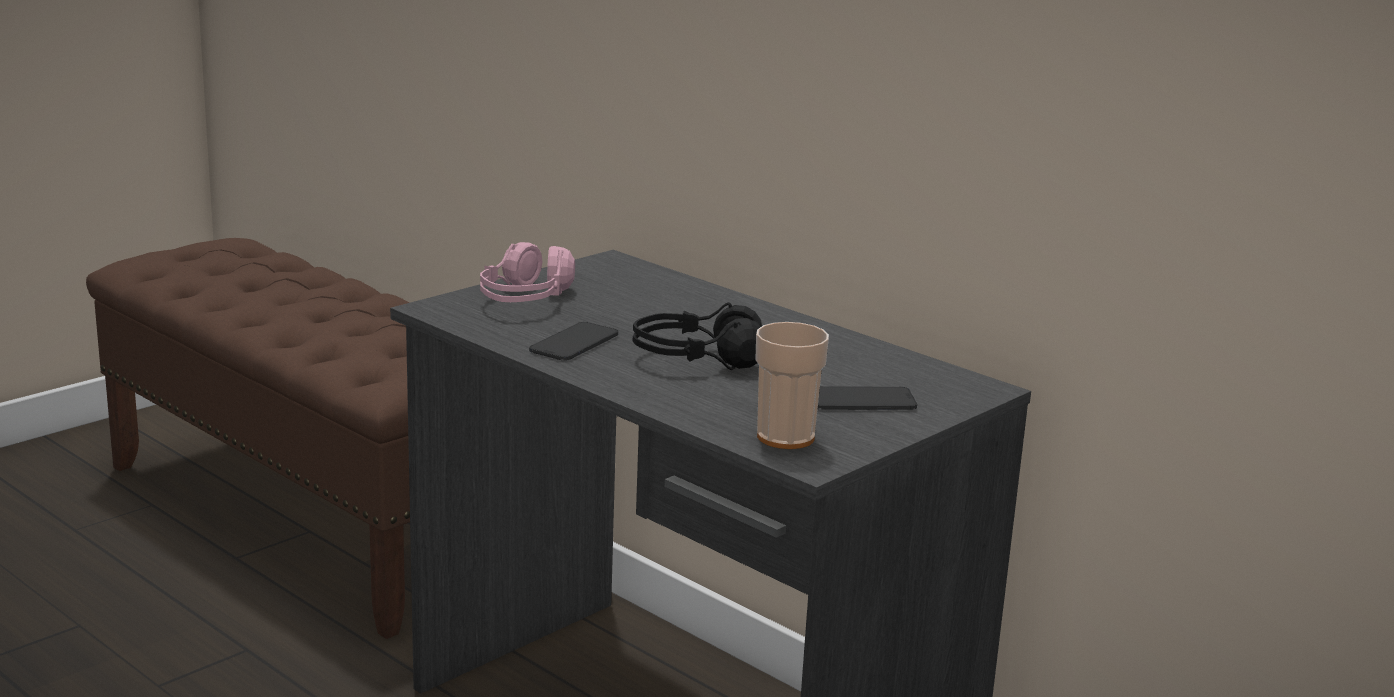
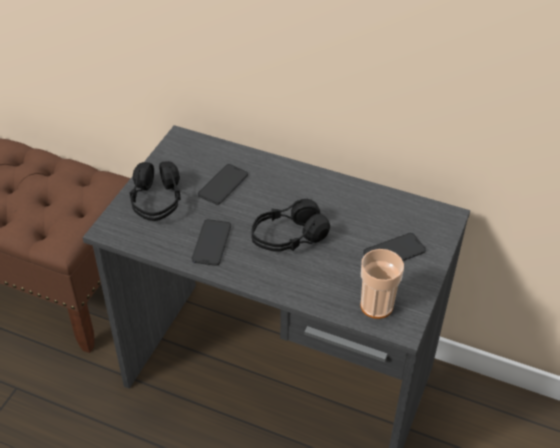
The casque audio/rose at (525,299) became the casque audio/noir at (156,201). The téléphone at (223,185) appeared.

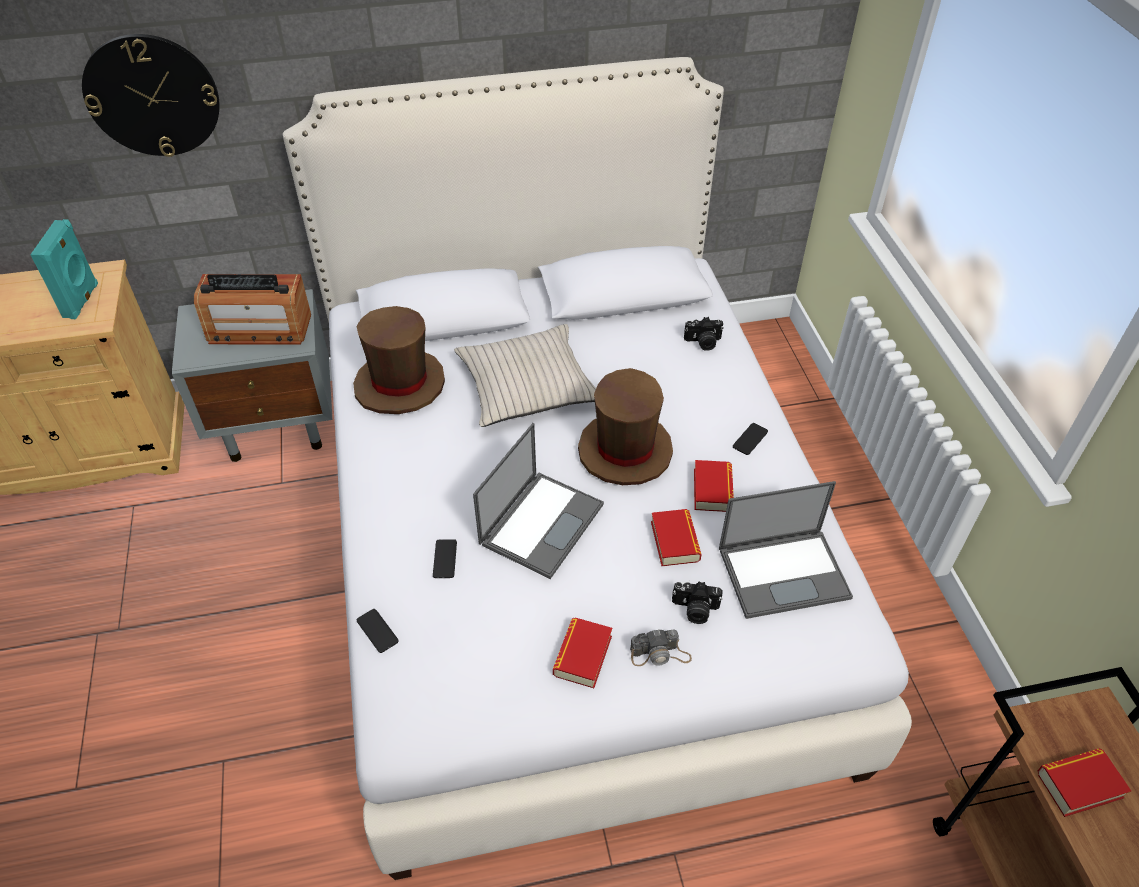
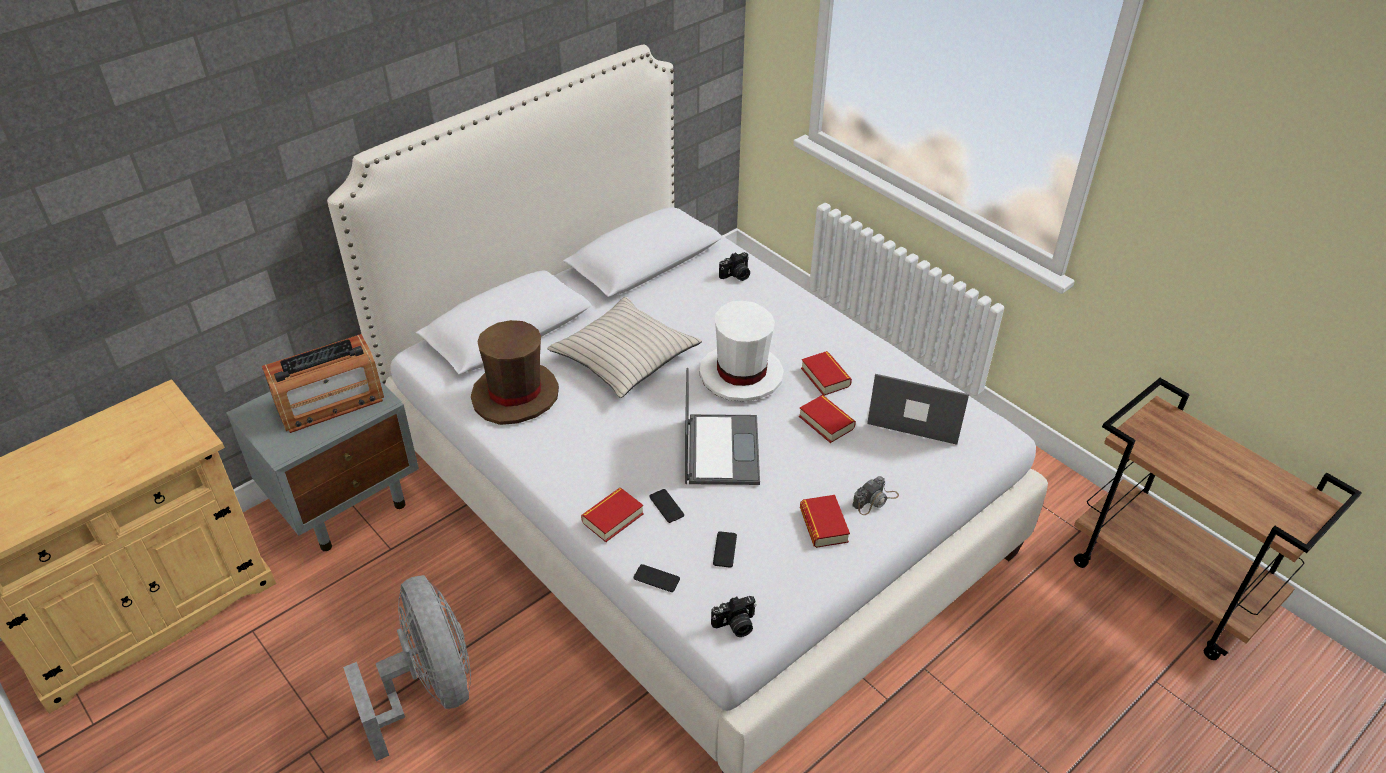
The enceinte/turquoise at (82,301) disappeared. The horloge murale at (152,96) disappeared. The chapeau/marron at (624,451) became the chapeau/blanc at (740,375). The appareil photo moved from (695,610) to (735,625). The ordinateur portable at (785,572) turned 120 degrees counterclockwise. The téléphone moved from (750,439) to (725,550). The livre moved from (1079,785) to (612,518). The ventilateur/gris at (429,690) appeared.

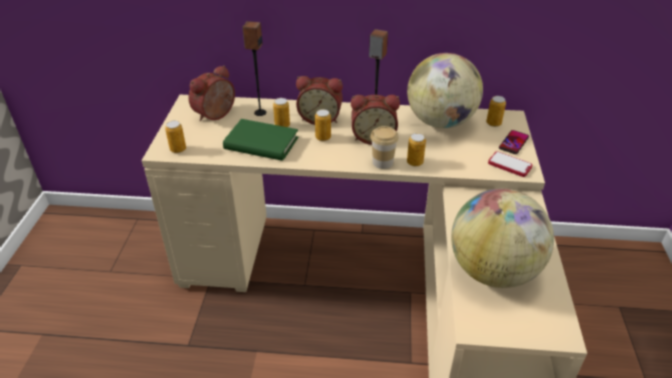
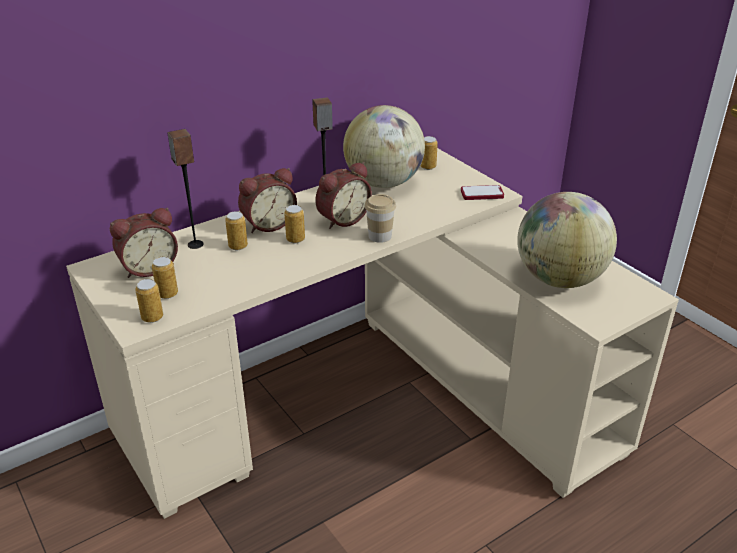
The réveil at (216,115) turned 120 degrees counterclockwise. The livre/vert at (261,143) disappeared. The boîte métallique moved from (414,162) to (167,294). The téléphone at (513,143) disappeared.

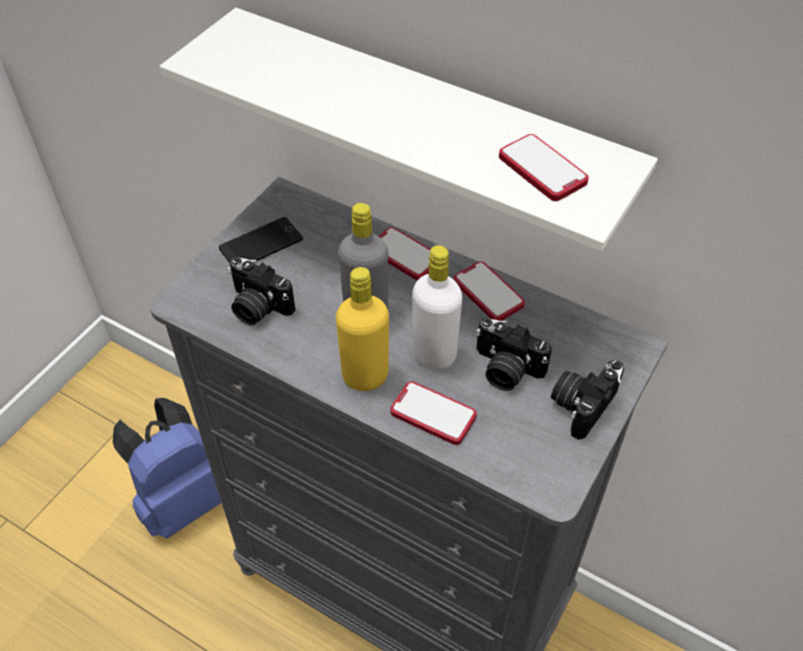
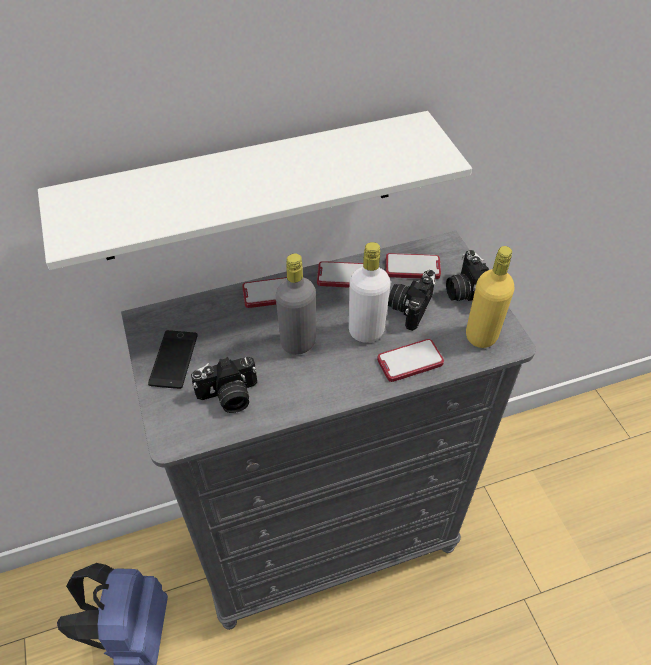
The bouteille/jaune moved from (365,376) to (481,336). The appareil photo at (505,370) turned 135 degrees clockwise. The téléphone moved from (542,169) to (412,267).

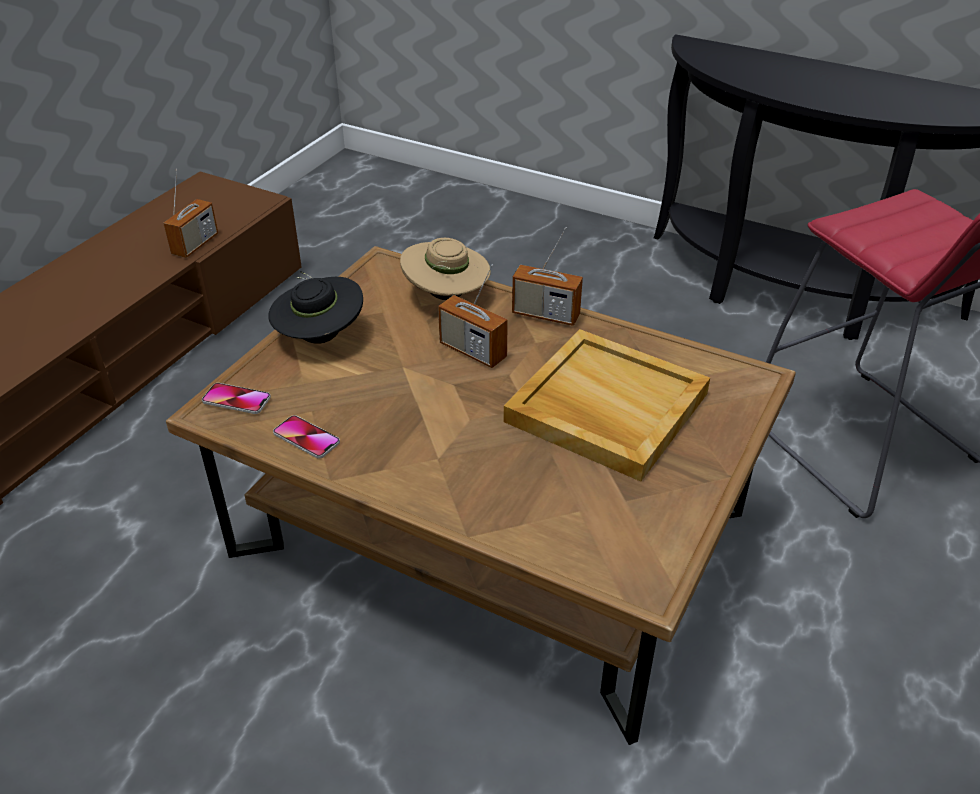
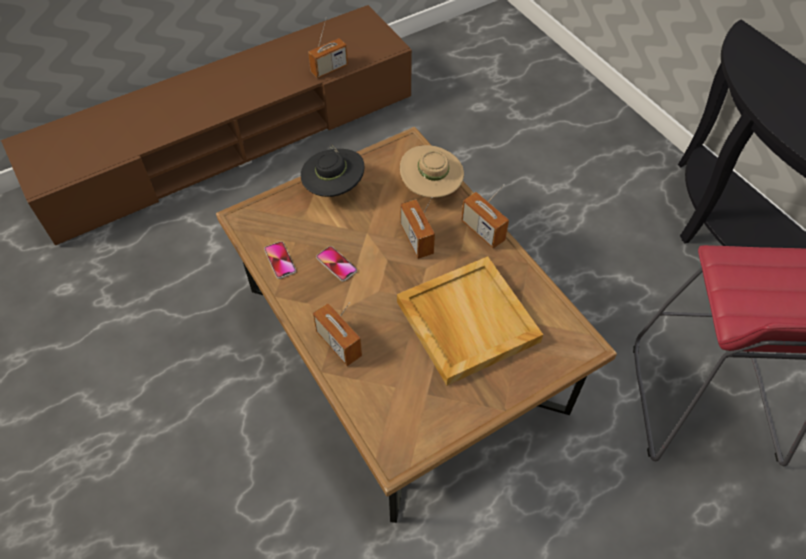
The téléphone moved from (236,400) to (336,264). The radio at (338,344) appeared.

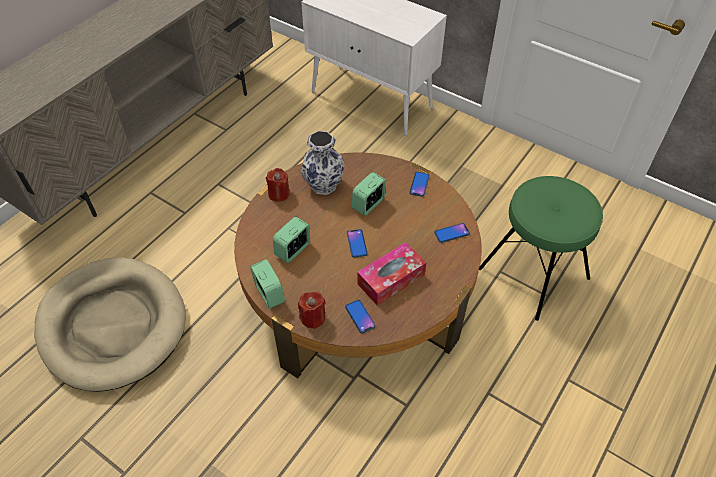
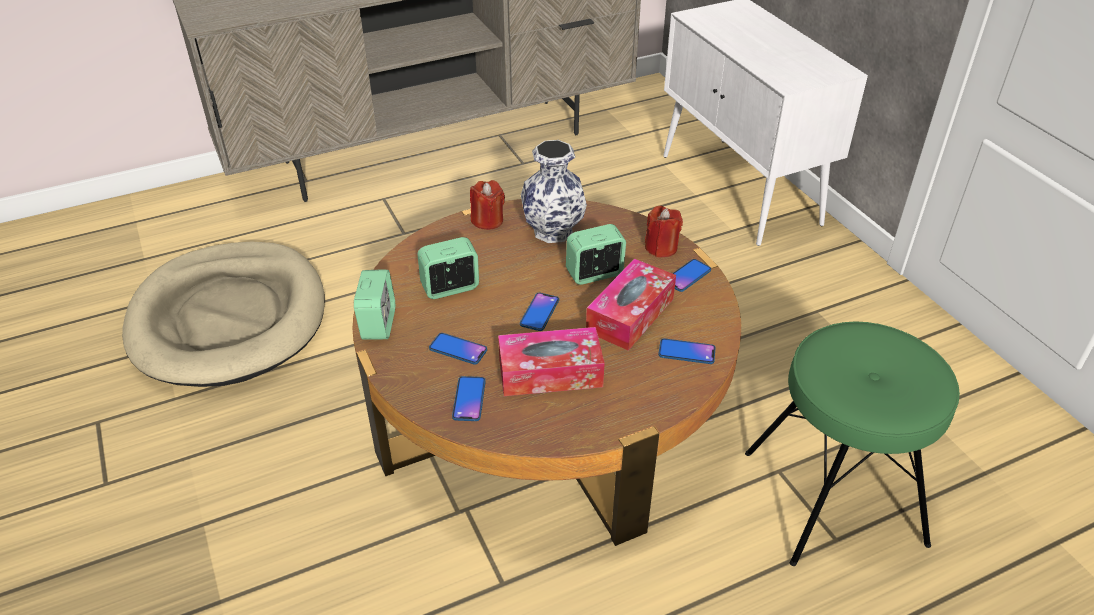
The bougie/rouge moved from (313,318) to (661,248). The téléphone at (458,349) appeared. The boîte à mouchoirs at (630,315) appeared.

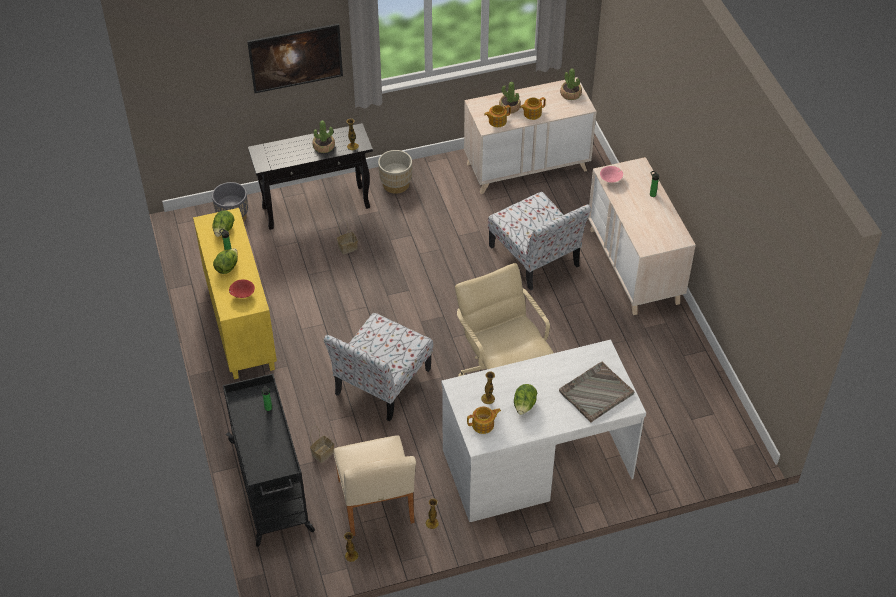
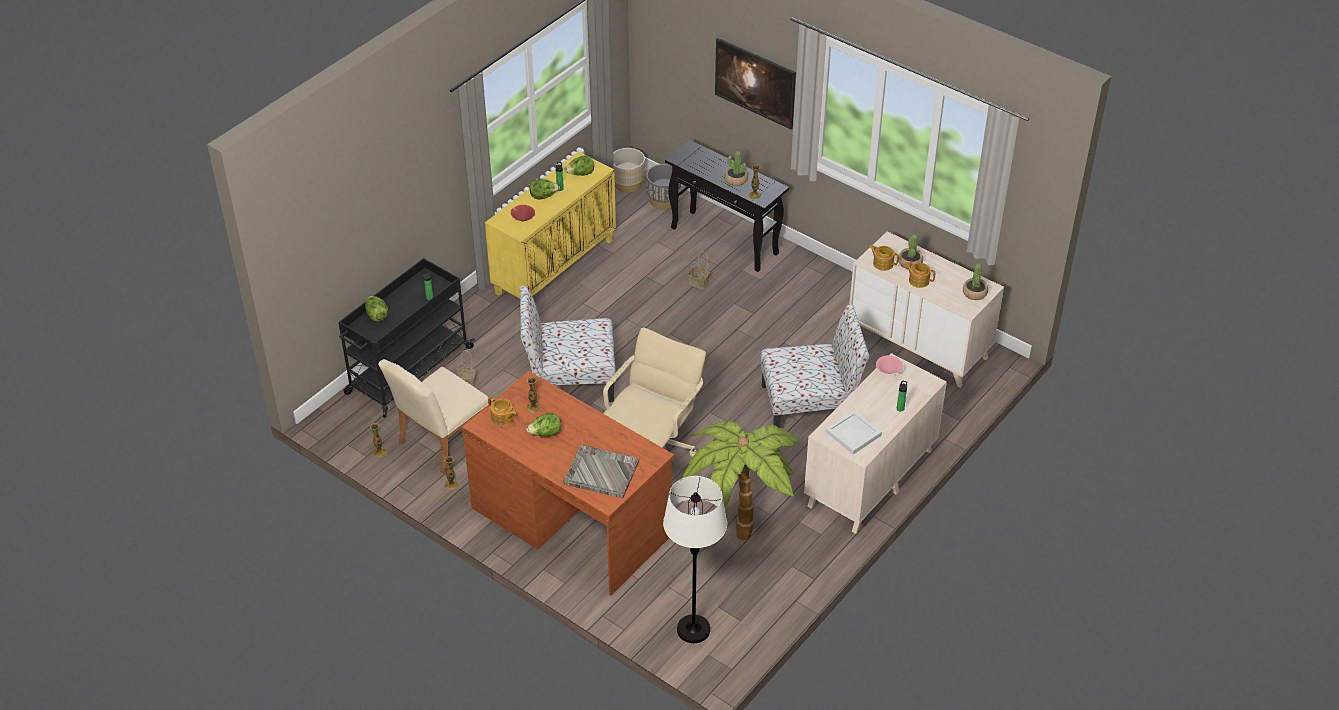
The cache-pot/beige moved from (396,184) to (628,184). The bureau/blanc at (536,463) became the bureau/marron at (571,520). The chaise at (535,257) turned 120 degrees counterclockwise. The laitue at (376,315) appeared. The lampadaire/blanc at (693,630) appeared. The plante en pot at (739,529) appeared. The plateau/blanc at (854,434) appeared.

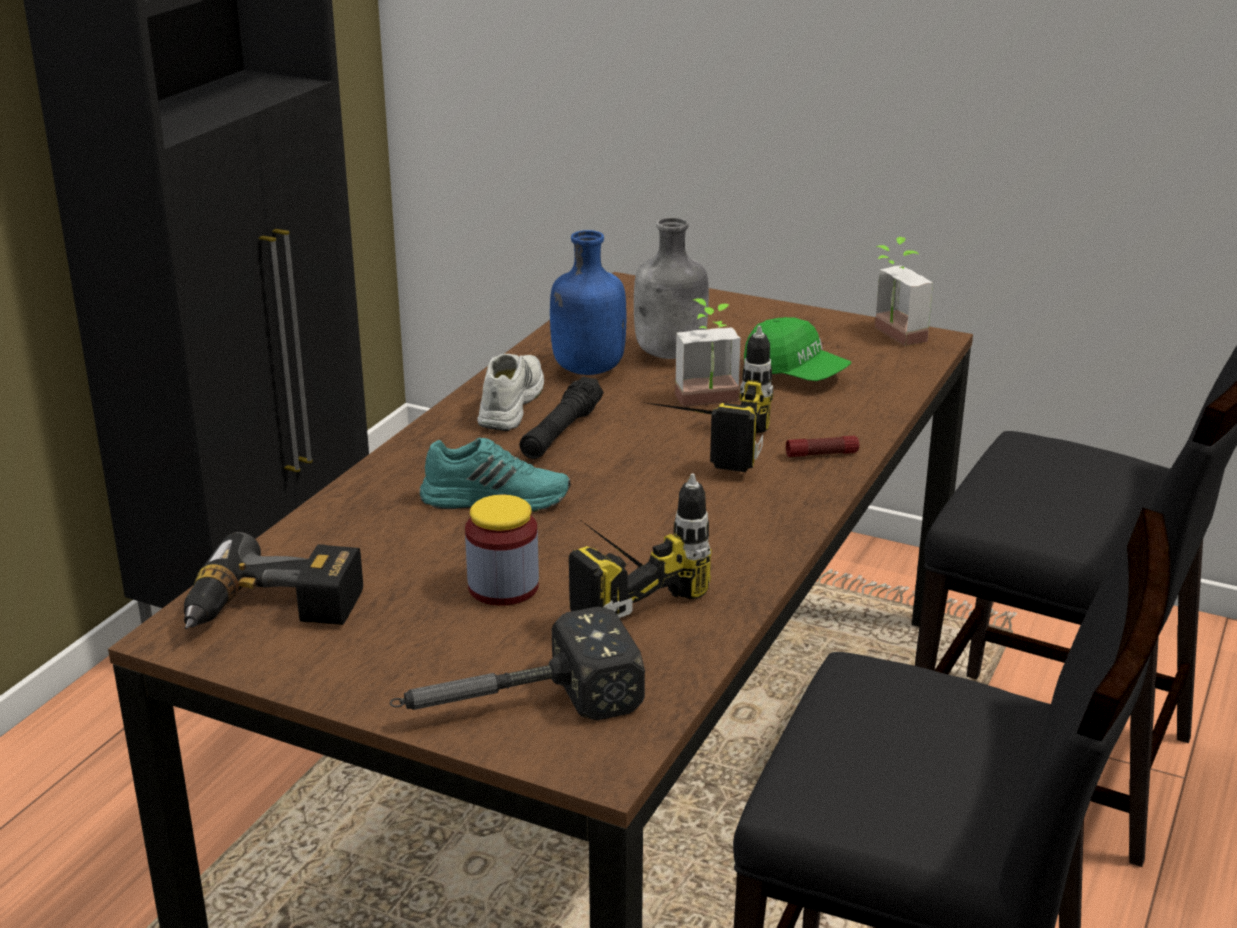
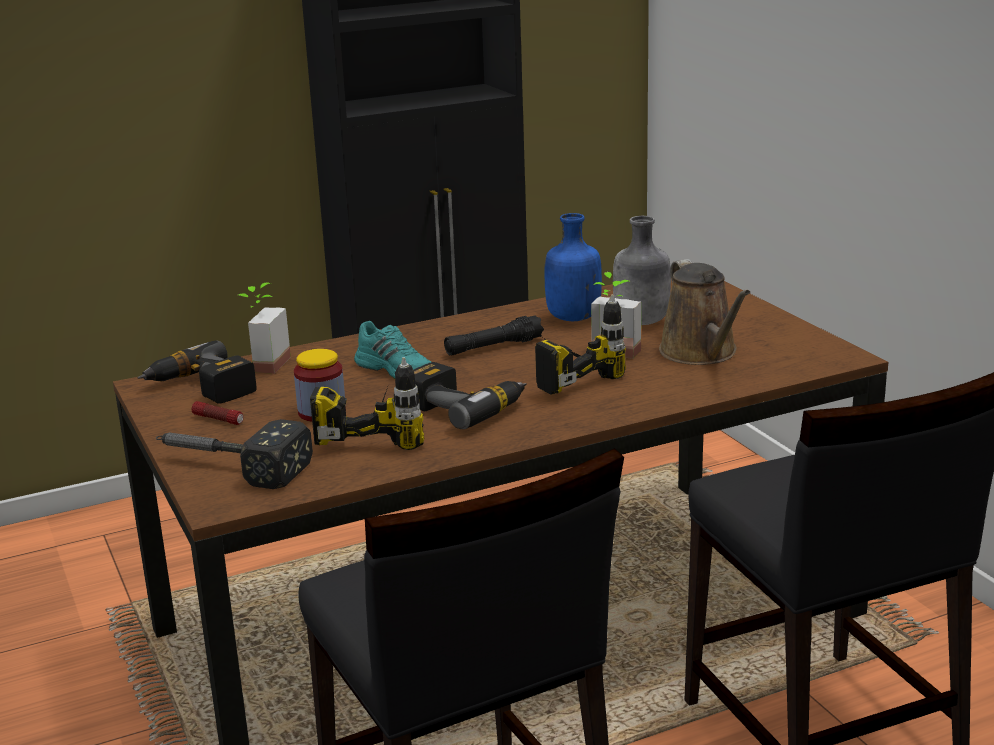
The chaussure/blanc at (509,403) disappeared. The casquette/vert at (795,374) was replaced by the arrosoir/marron at (701,353). The lampe de poche moved from (822,454) to (218,419). The plante en pot moved from (891,336) to (263,364). The perceuse at (465,407) appeared.

